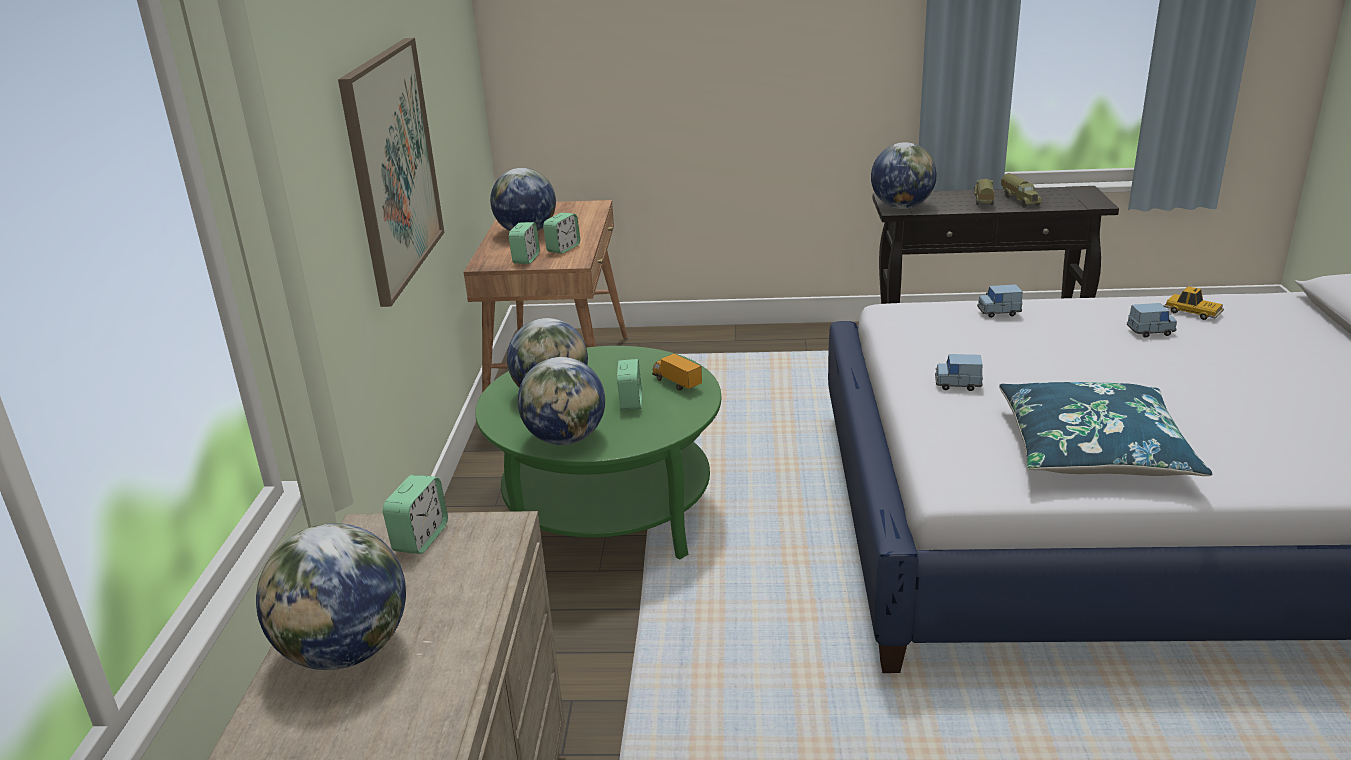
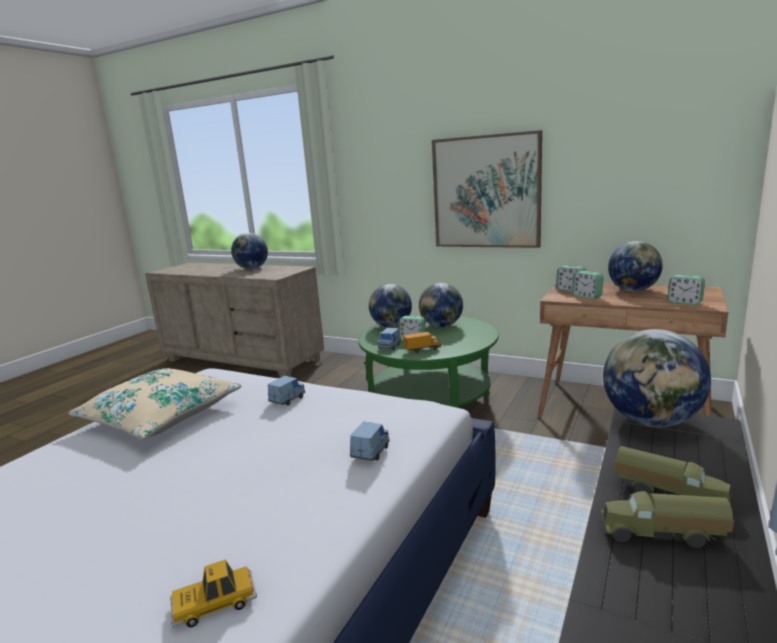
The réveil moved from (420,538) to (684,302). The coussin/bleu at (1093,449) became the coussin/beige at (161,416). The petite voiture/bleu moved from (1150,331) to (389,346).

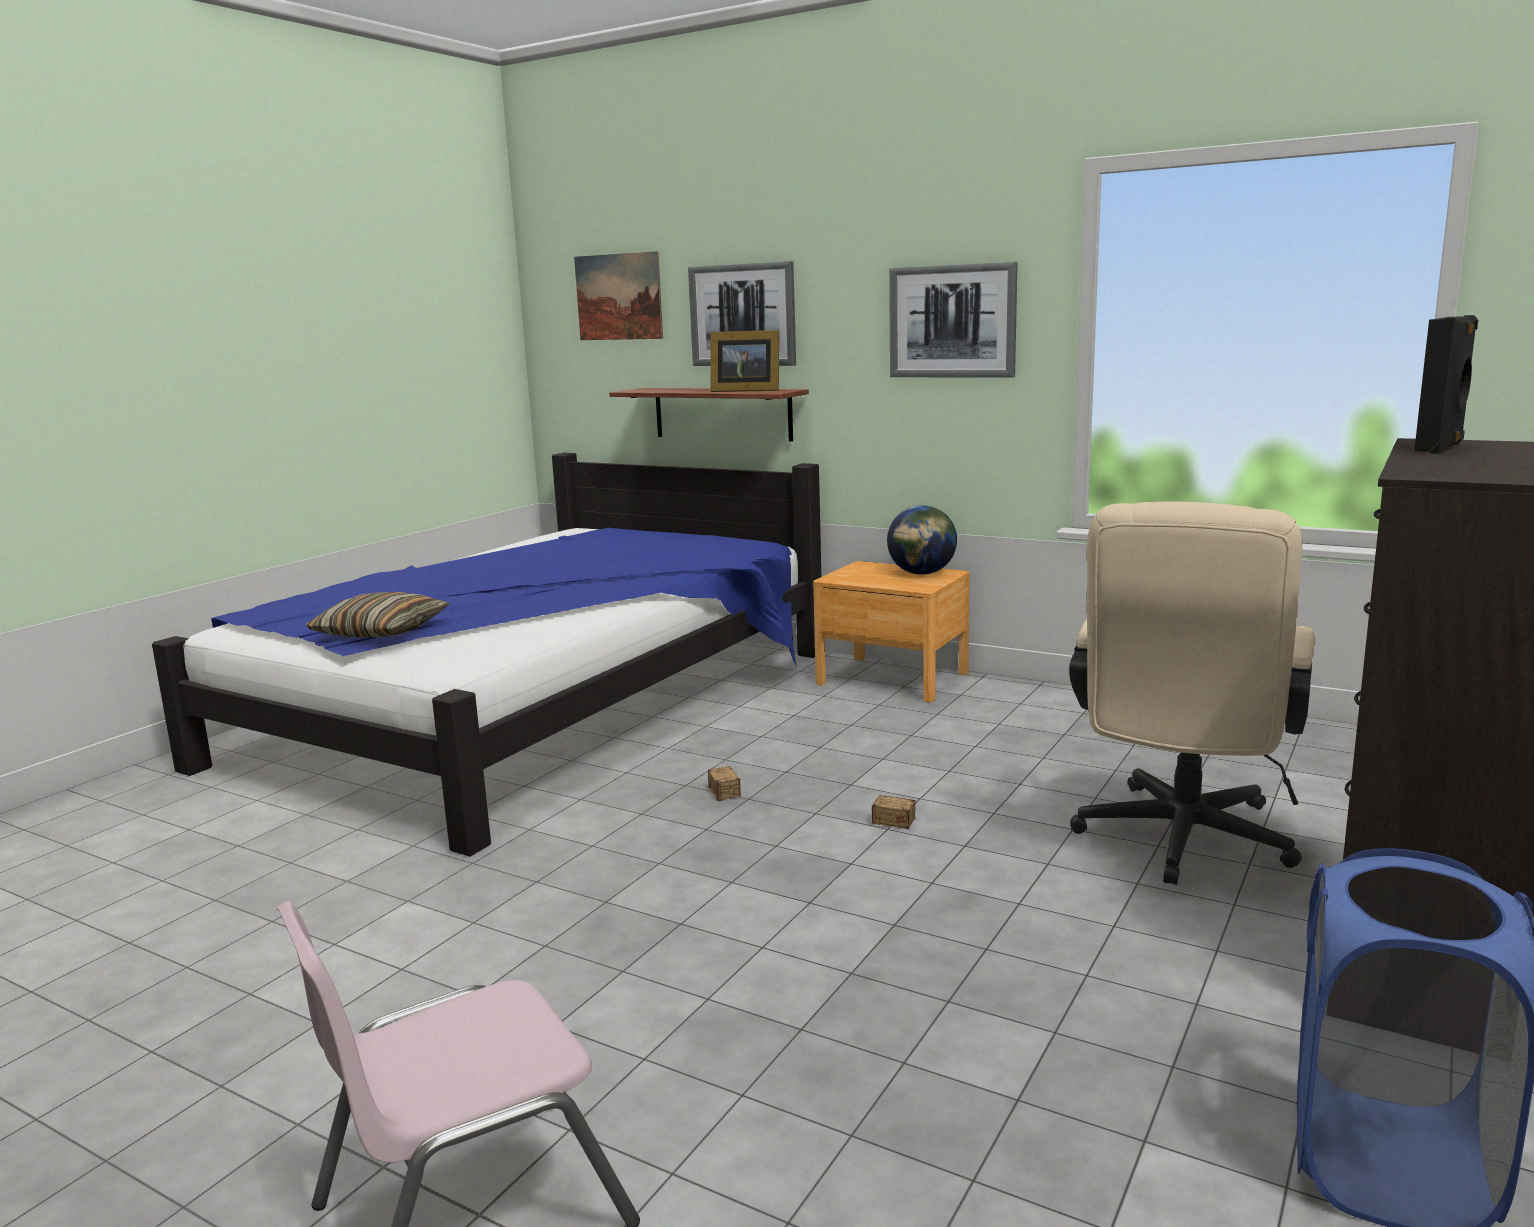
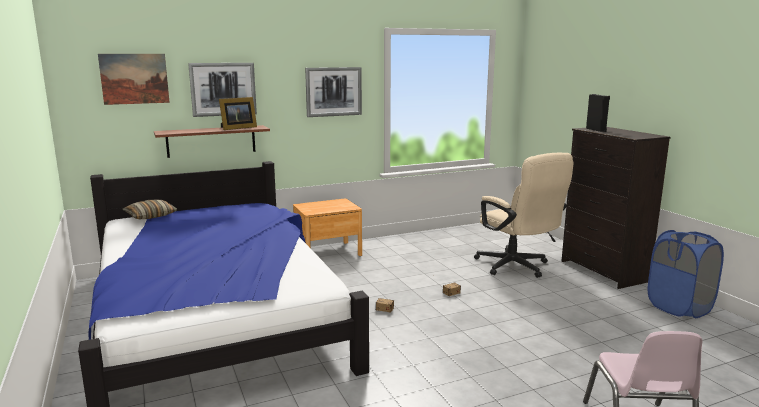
The coussin moved from (381,632) to (150,216). The globe at (921,573) disappeared.

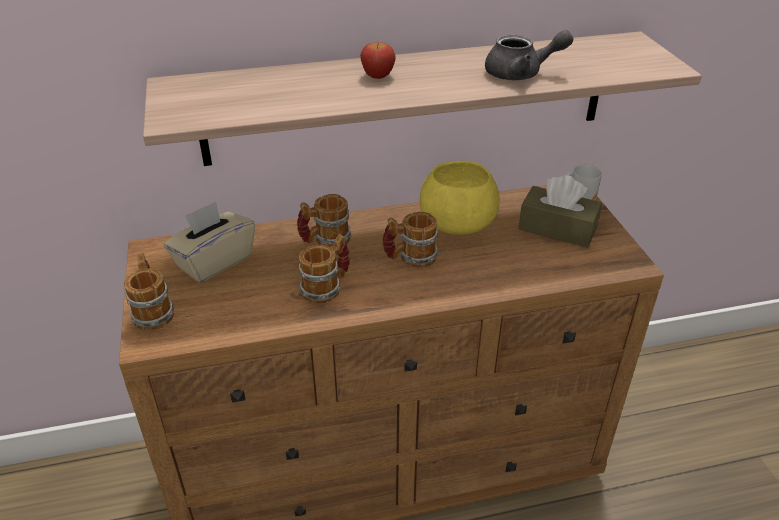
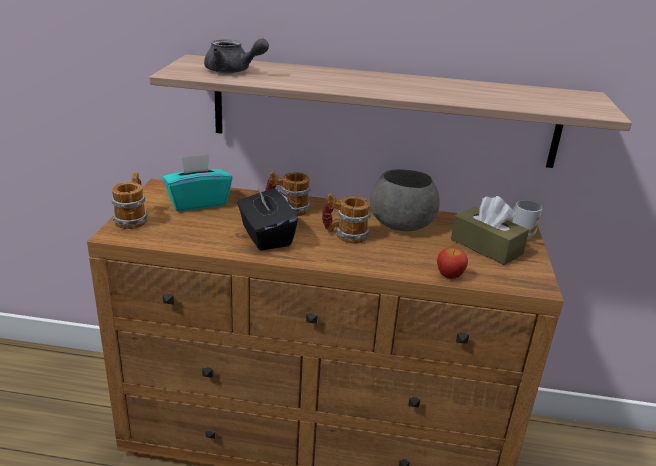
The boîte à mouchoirs/beige at (214,261) became the boîte à mouchoirs/turquoise at (198,202). The mug at (327,287) was replaced by the boîte à mouchoirs/noir at (265,236). The pomme moved from (378,76) to (449,275). The bol/jaune at (456,223) became the bol/gris at (400,223). The théière/gris moved from (521,74) to (233,71).

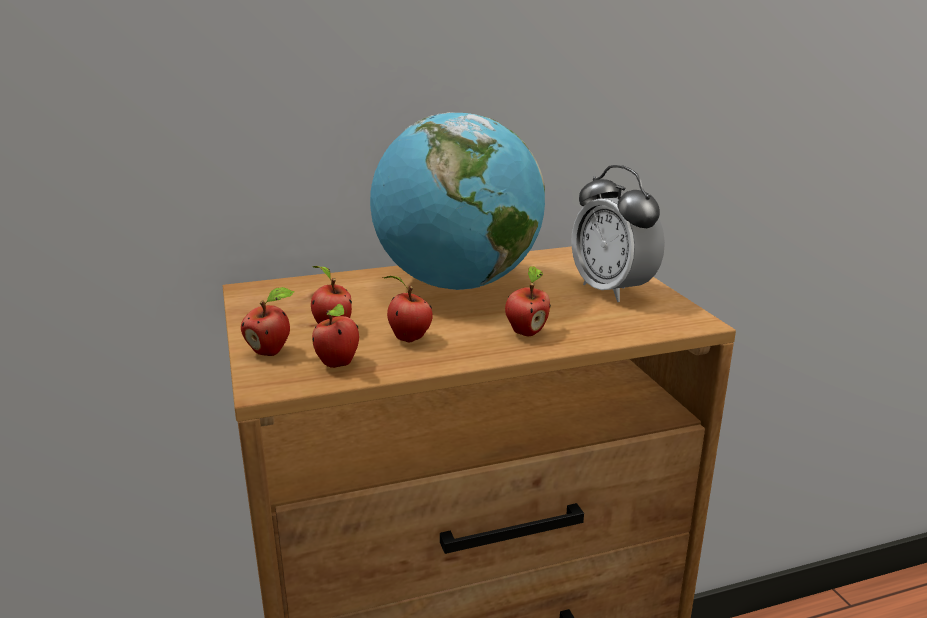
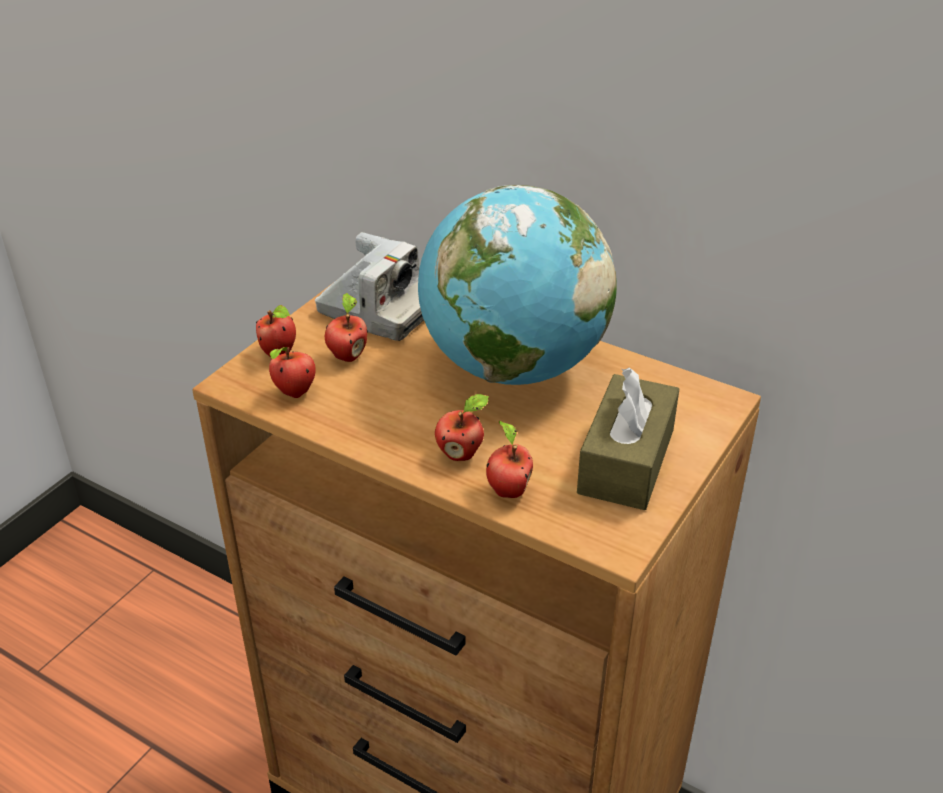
The pomme moved from (407,338) to (507,490). The réveil at (612,290) was replaced by the boîte à mouchoirs/marron at (626,461). The appareil photo at (378,311) appeared.

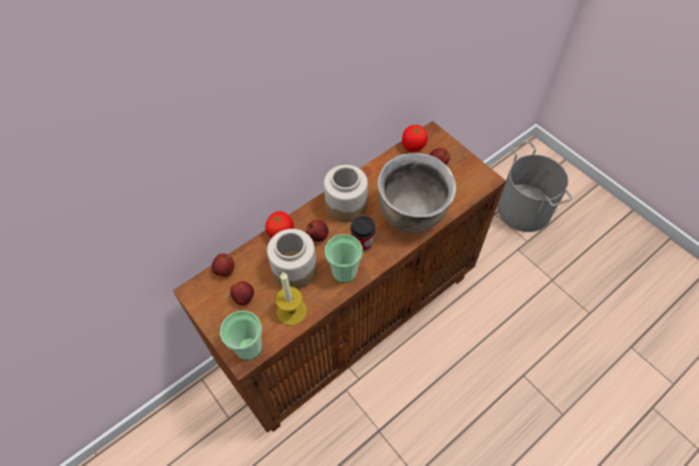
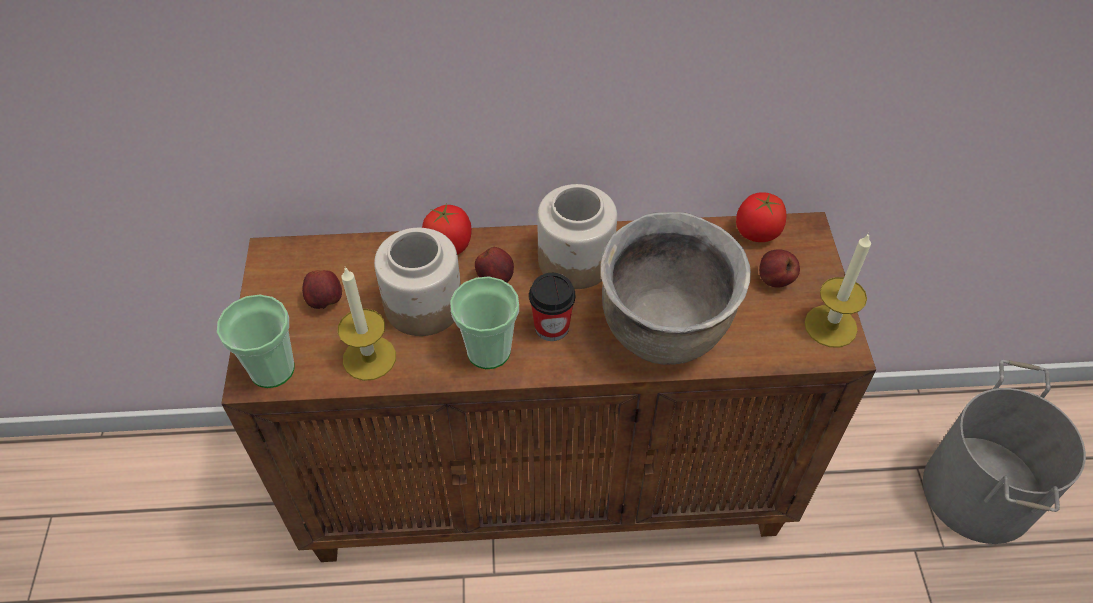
The pomme at (225,271) disappeared. The bougie at (830,326) appeared.

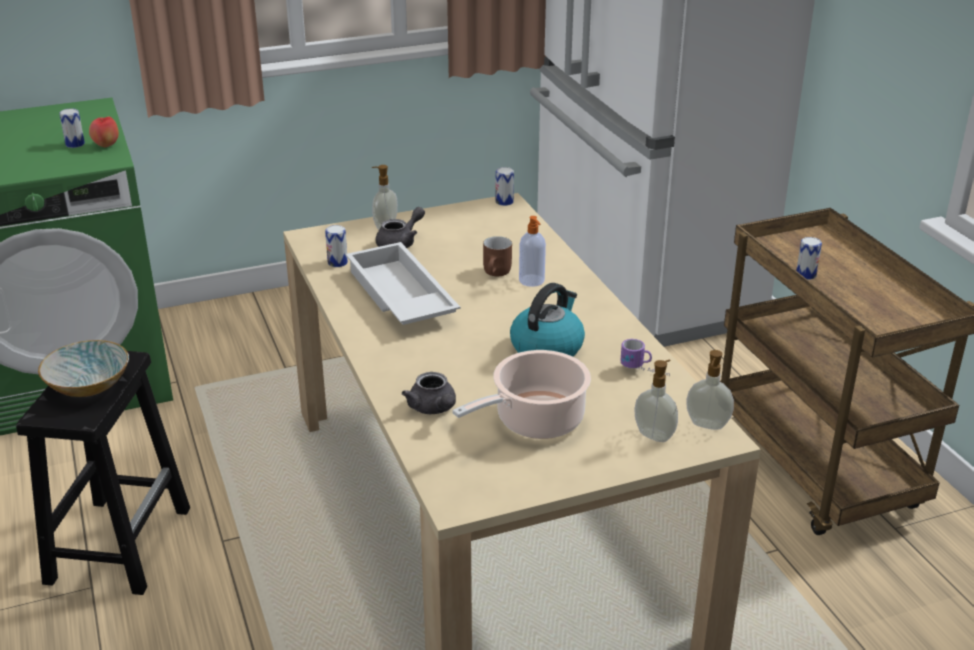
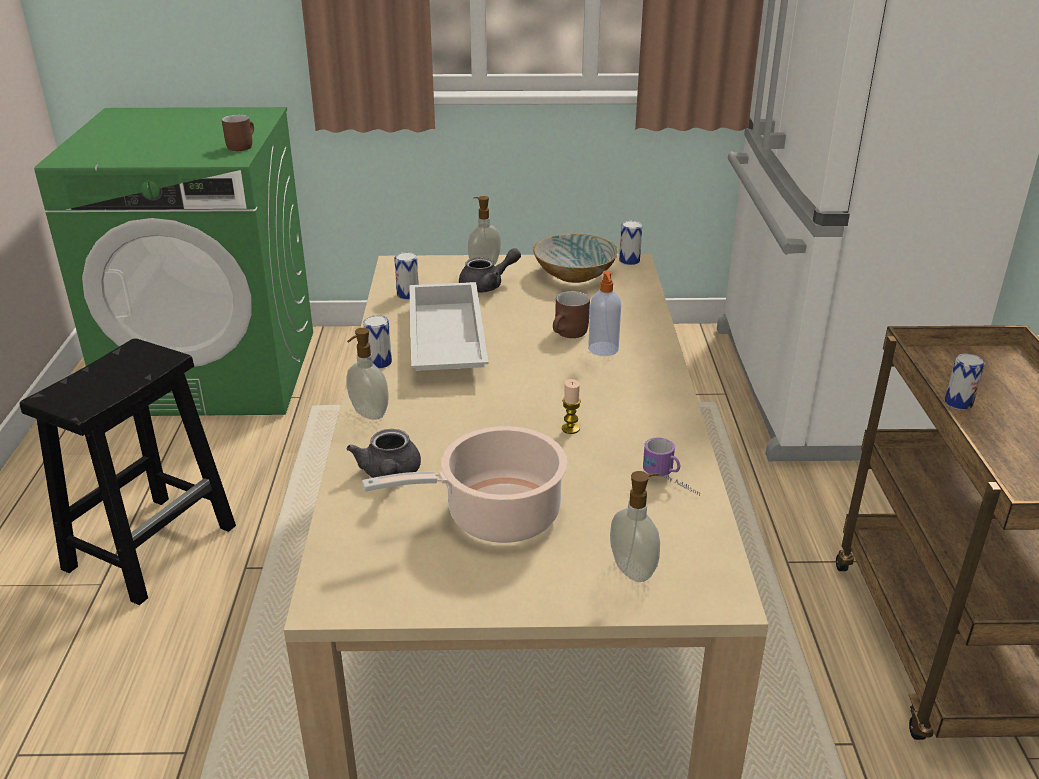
The bol moved from (89,385) to (575,274). The boîte métallique moved from (75,144) to (379,362). The pomme at (106,145) was replaced by the mug/marron at (241,146). The bouilloire at (547,347) was replaced by the bougie at (570,429). The distributeur de savon moved from (707,425) to (368,414).

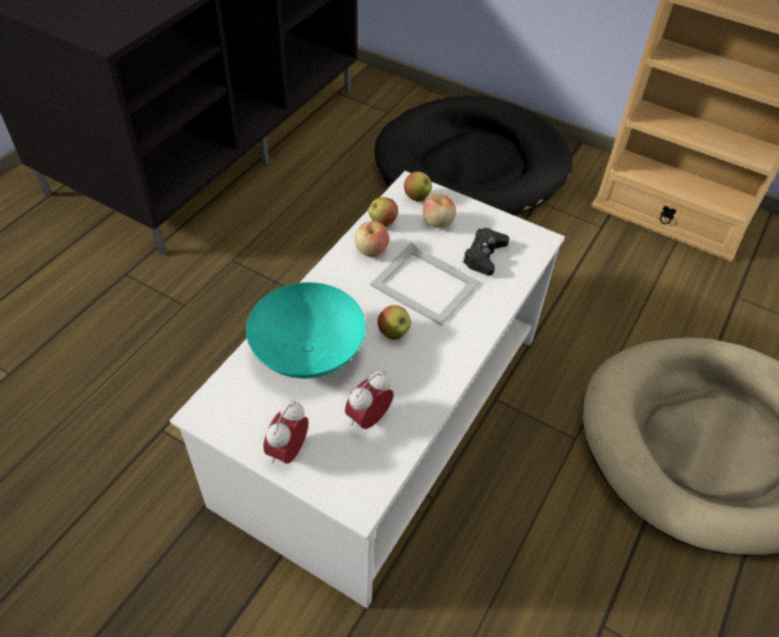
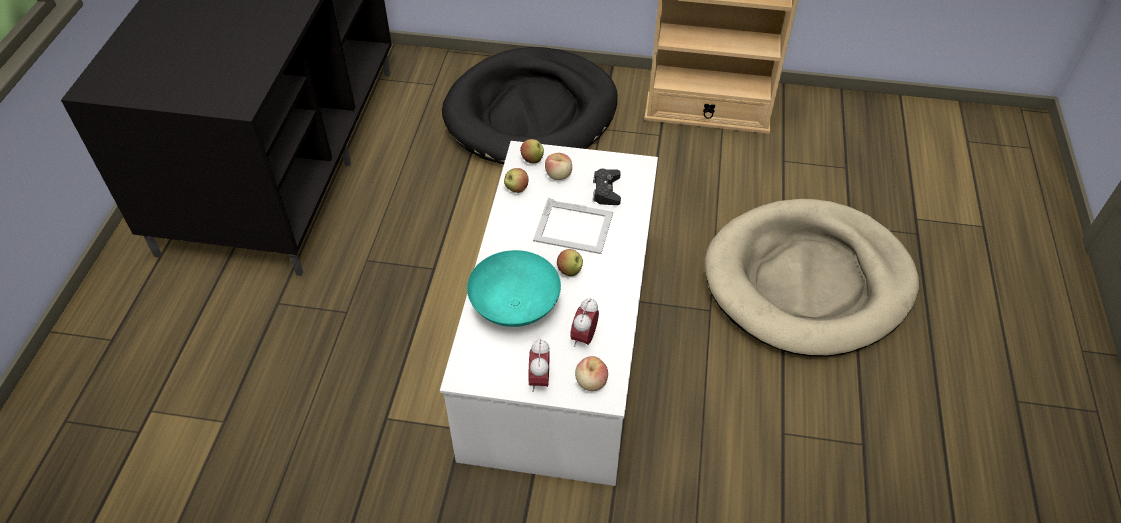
The pomme moved from (371,250) to (591,382).

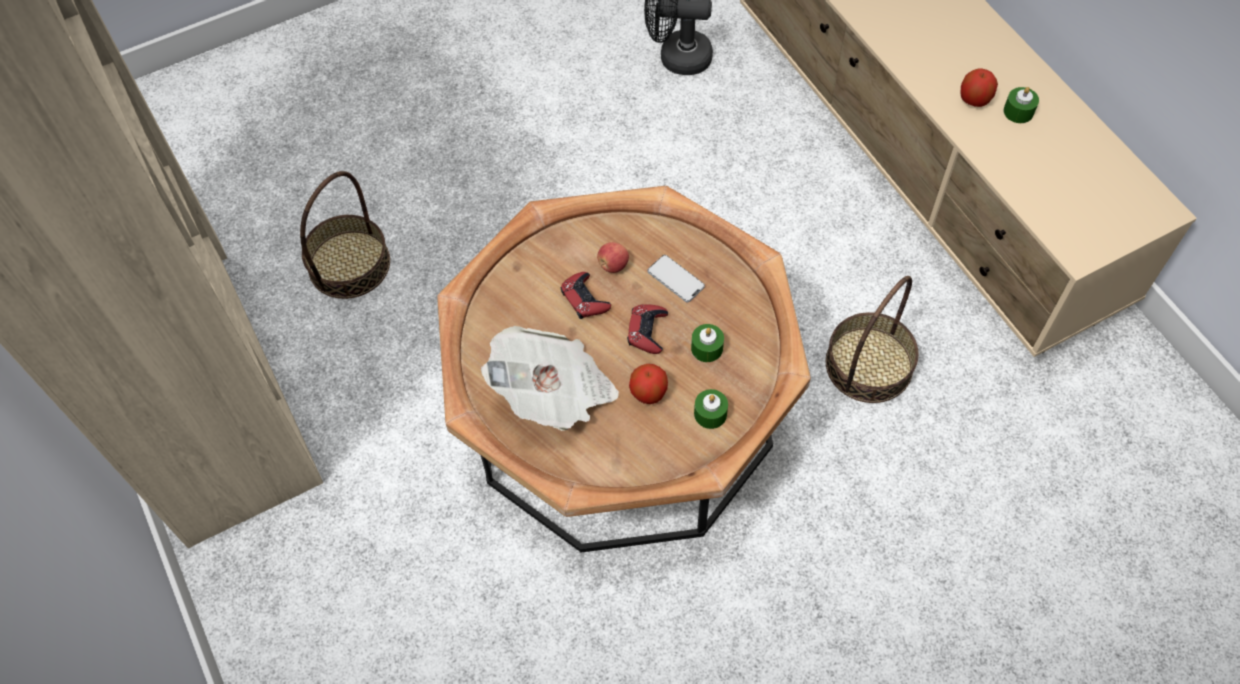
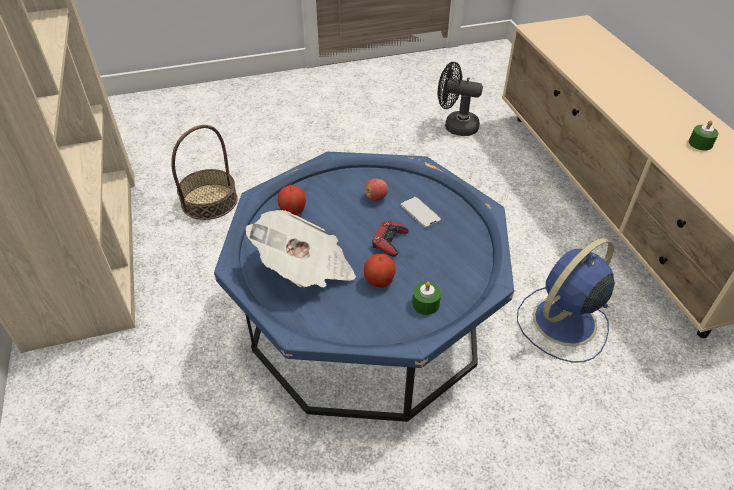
The table basse/marron at (622,412) became the table basse/bleu at (366,321). The manette/rouge at (585,299) disappeared. The bougie/vert at (707,348) disappeared. The panier at (869,365) was replaced by the ventilateur/bleu at (562,322). The pomme moved from (974,99) to (293,211).

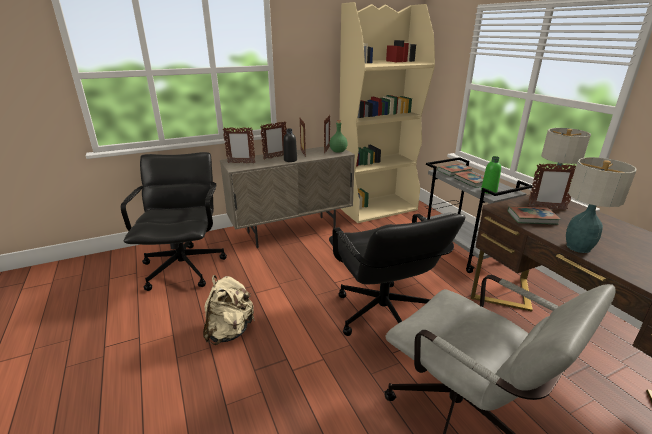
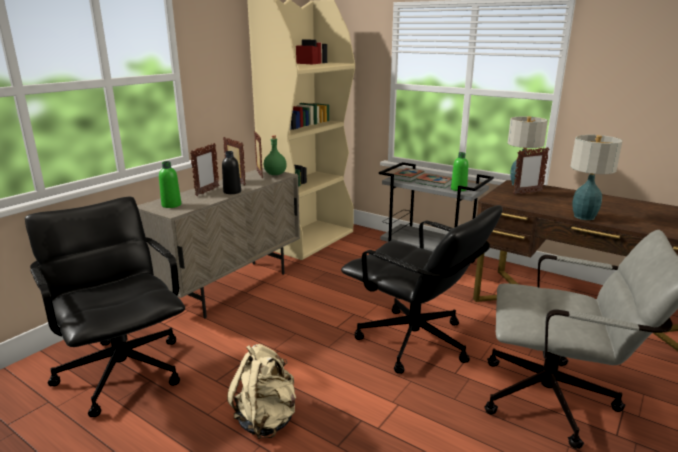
The cadre photo at (241,163) was replaced by the bouteille/vert at (171,205). The livre at (532,218) disappeared.

